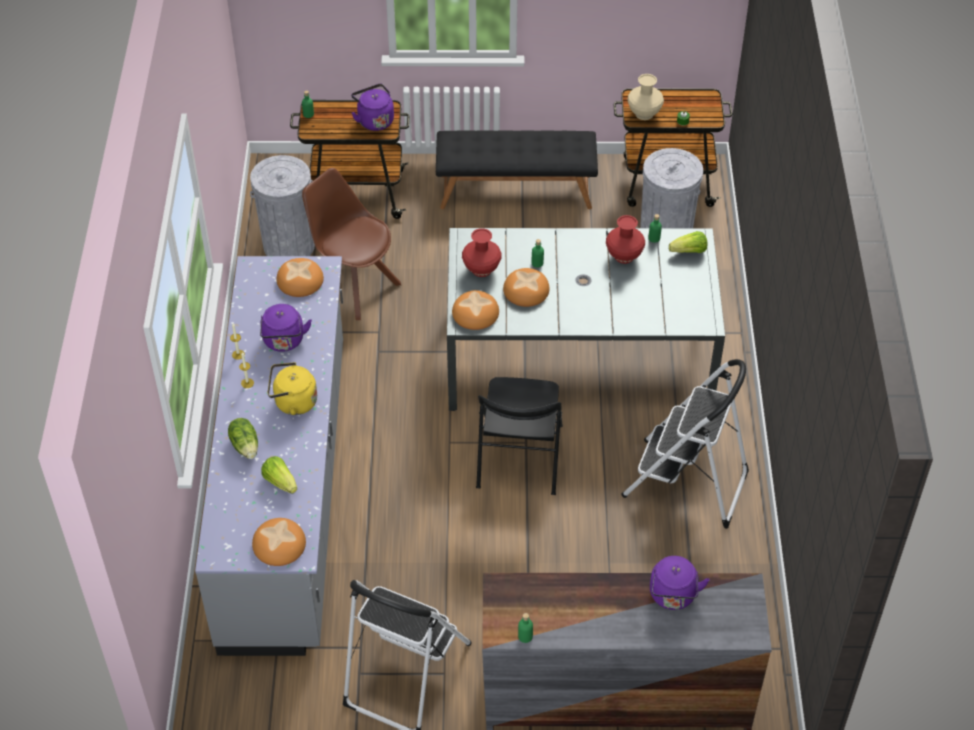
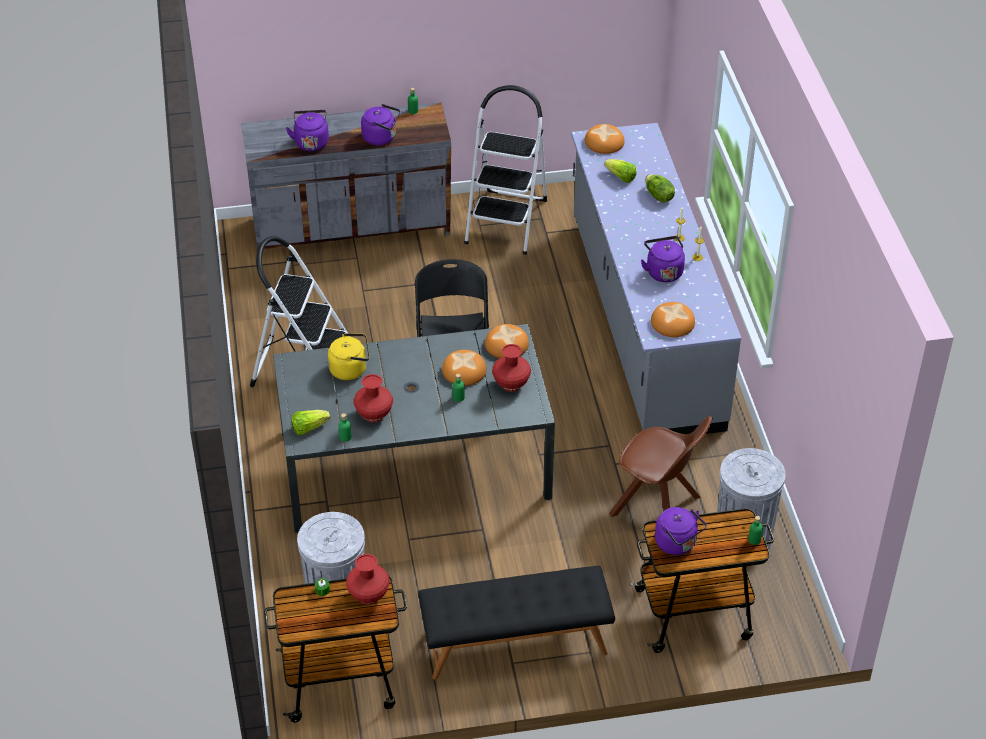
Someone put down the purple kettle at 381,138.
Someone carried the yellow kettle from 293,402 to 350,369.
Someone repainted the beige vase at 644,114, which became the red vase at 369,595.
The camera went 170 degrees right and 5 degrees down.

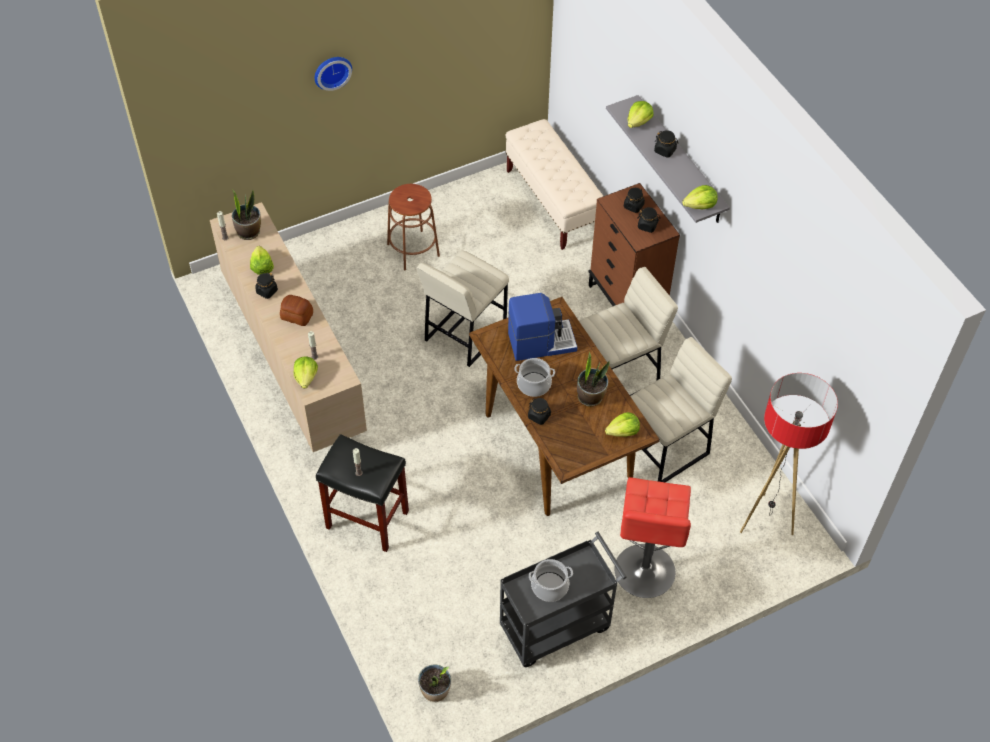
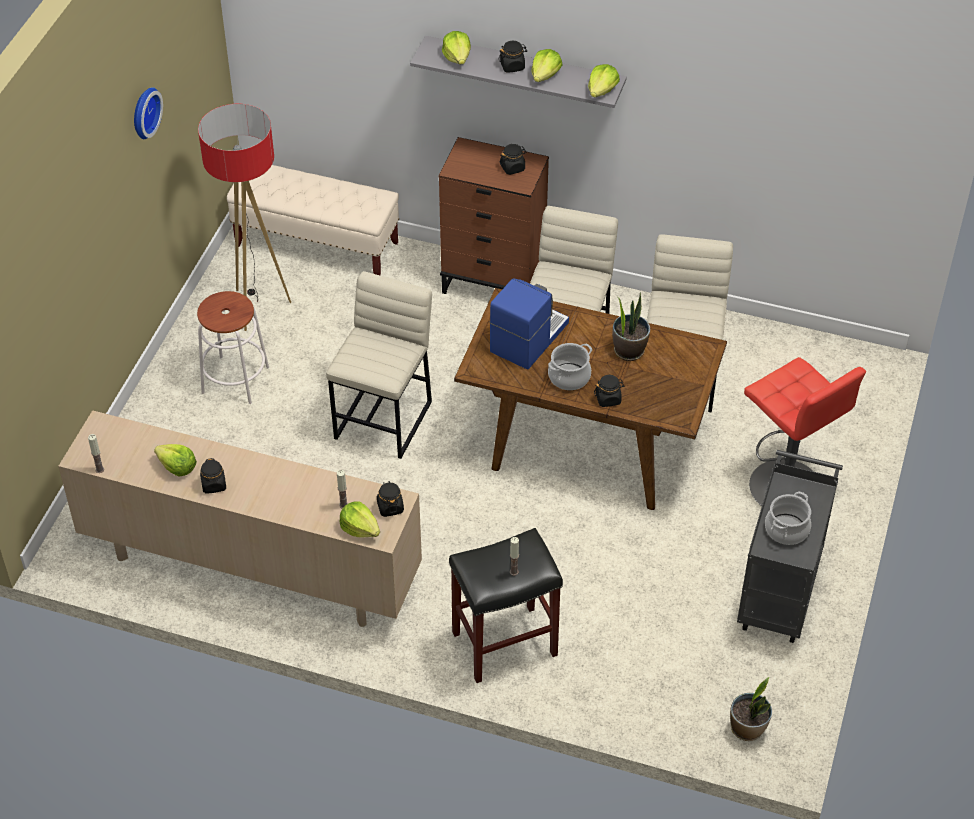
Someone took away the potted plant at 249,232.
Someone took away the bread at 297,316.
Someone carried the wall clock from 331,71 to 143,112.
Someone carried the lettuce from 623,432 to 545,75.
Someone carried the black jar from 633,206 to 390,507.
Someone carried the floor lamp from 765,520 to 257,307.
Someone repainted the brown stool at 413,250, which became the white stool at 235,380.
Someone rotated the beige chair at 464,335 by 150 degrees counterclockwise.
The camera went 45 degrees left and 5 degrees down.

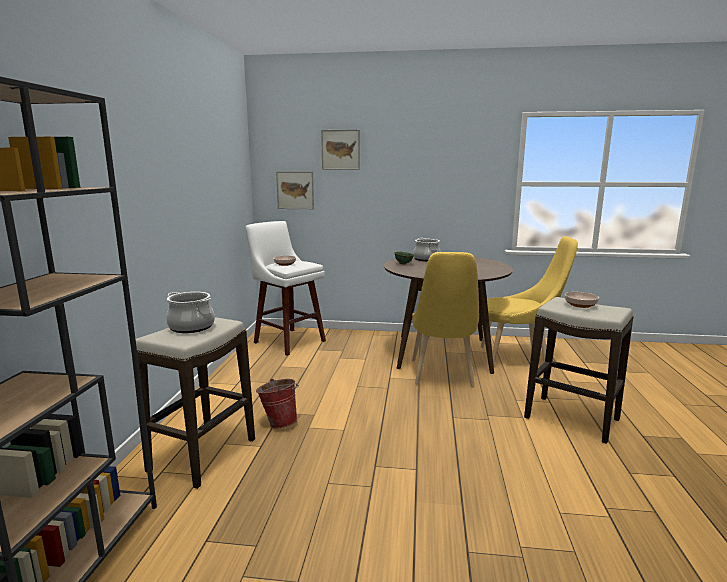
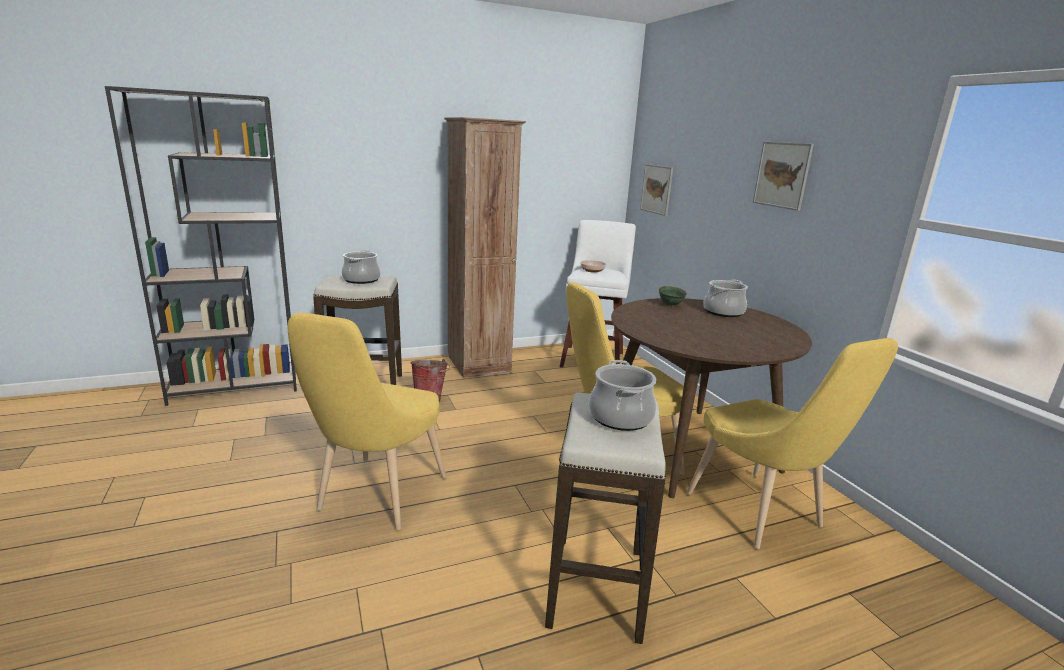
Someone put down the yellow chair at 377,498.
Someone put down the brown cabinet at 479,364.
Someone carried the picture from 340,150 to 782,175.
Someone swapped the bowl at 580,305 for the cooking pot at 620,417.
The camera went 60 degrees right and 5 degrees up.

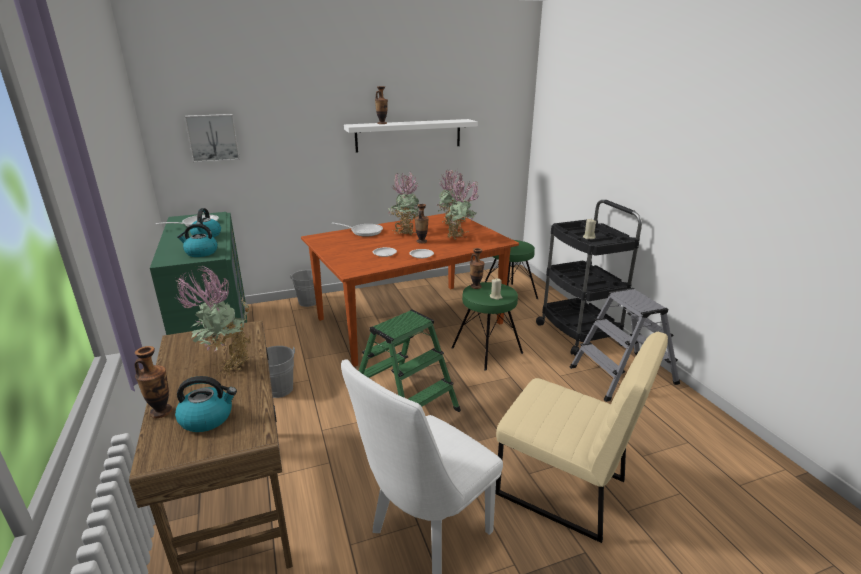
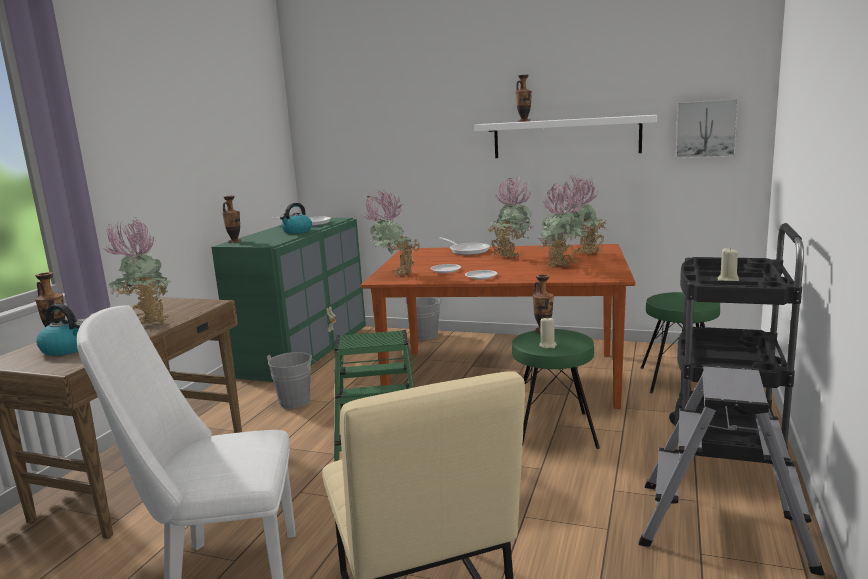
Someone took away the kettle at 201,253.
Someone put down the potted plant at 394,275.
Someone carried the picture from 213,137 to 706,129.
Someone carried the vase from 421,241 to 234,241.
The camera went 40 degrees right and 10 degrees down.

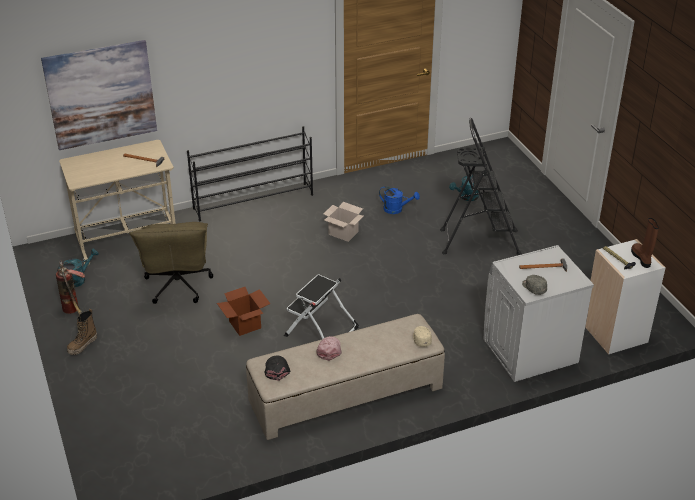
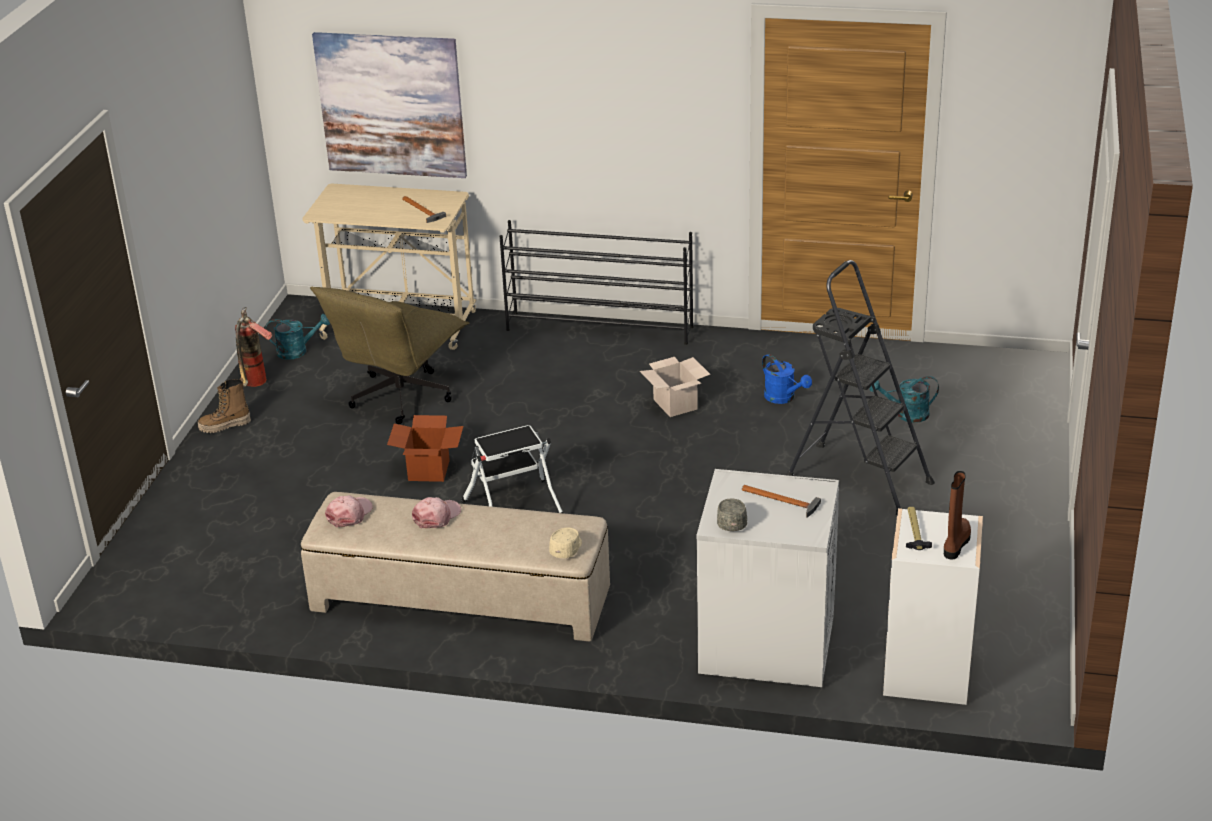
Someone repainted the black cap at 276,369, which became the pink cap at 350,514.
The camera went 35 degrees right and 5 degrees down.

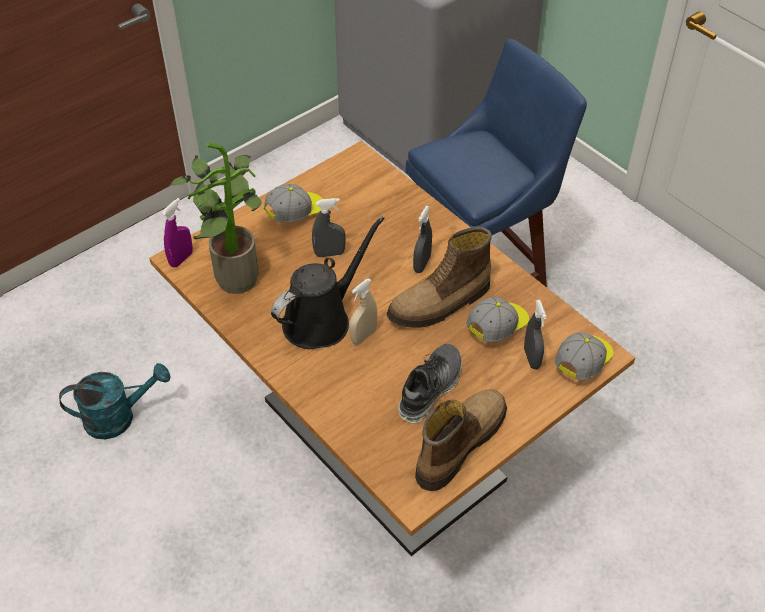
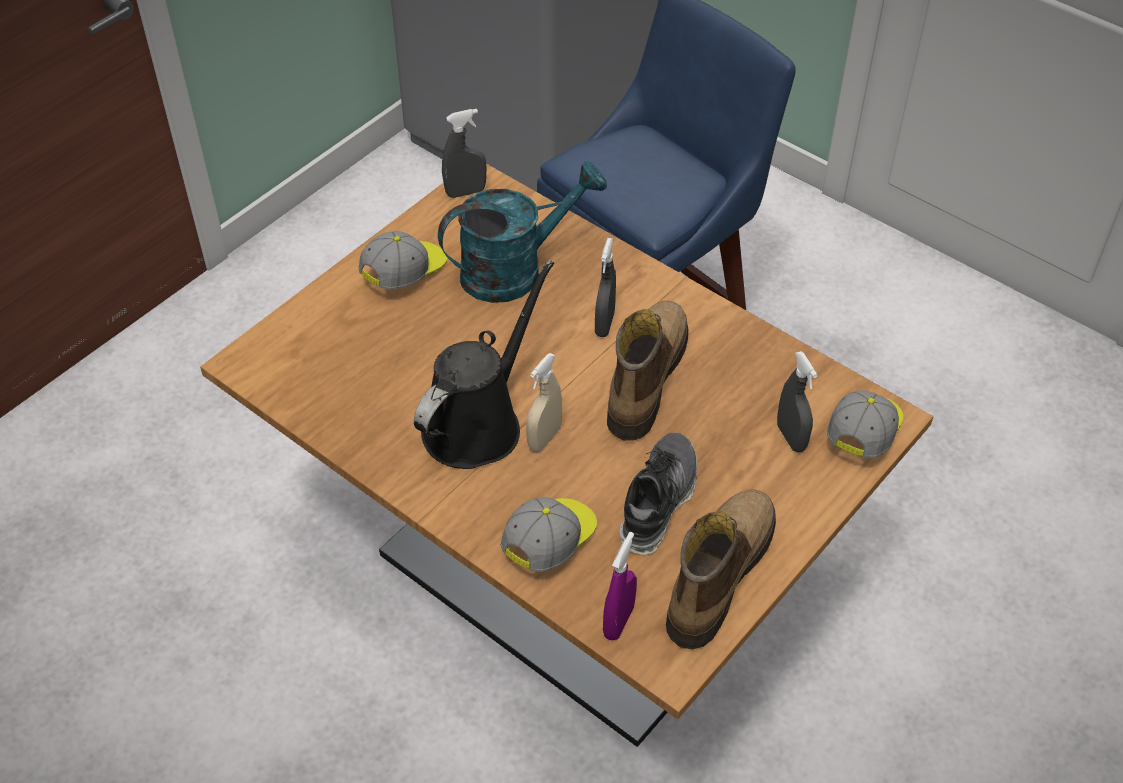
Someone took away the potted plant at 234,274.
Someone carried the turquoise watering can from 118,417 to 515,269.
Someone carried the purple spray bottle from 181,259 to 618,622.
Someone carried the grey spray bottle from 329,253 to 465,192.
Someone carried the cap from 498,327 to 551,541.
Someone rotated the boot at 440,304 by 150 degrees clockwise.
The camera went 10 degrees left and 0 degrees up.

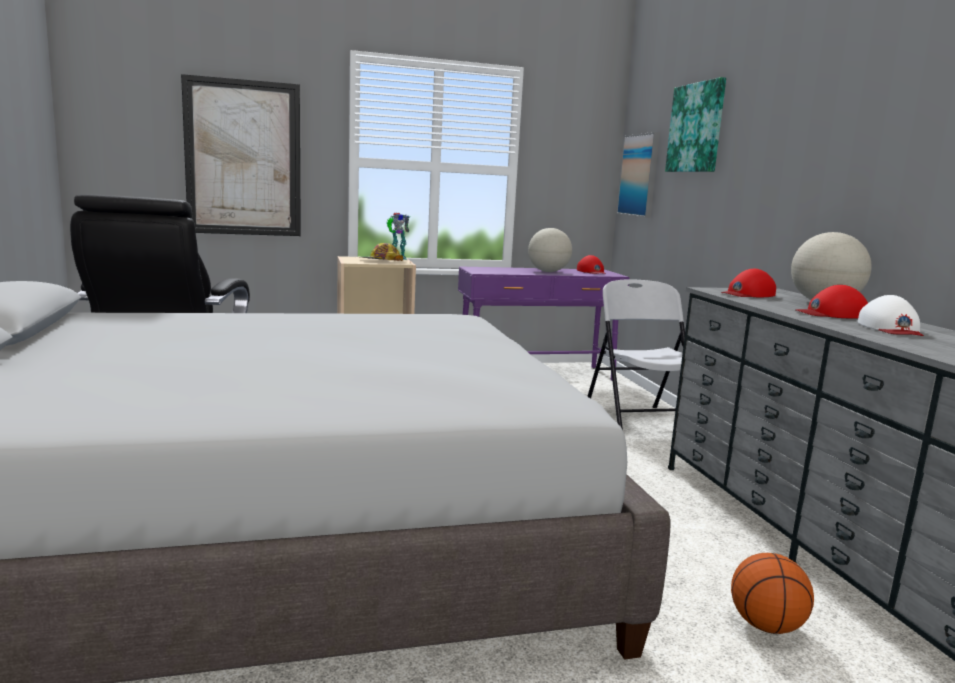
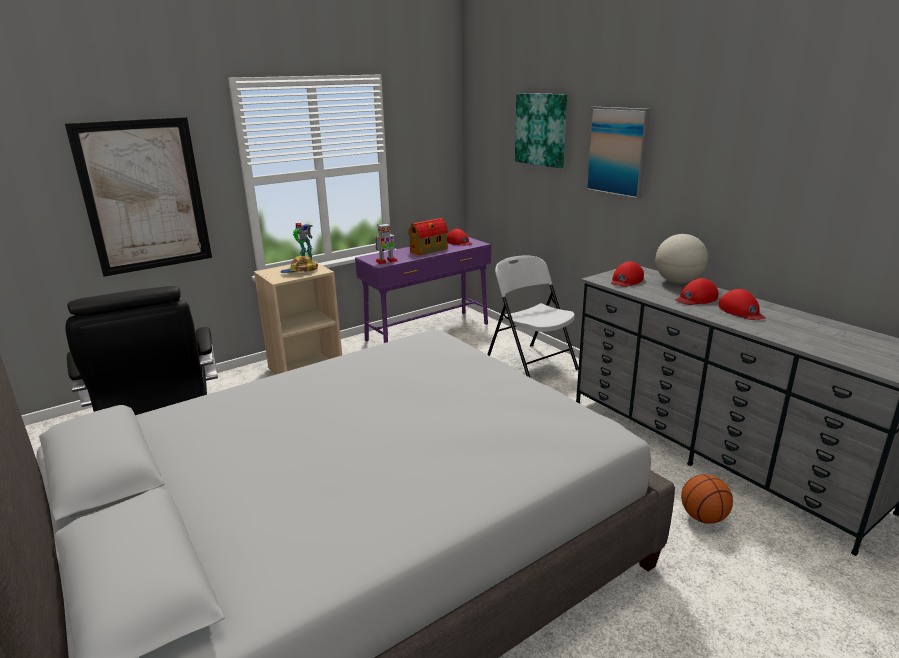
Someone put down the toy robot at 386,261.
Someone carried the picture from 639,175 to 617,151.
Someone swapped the globe at 548,271 for the toy house at 429,250.
Someone repainted the white cap at 890,328, which became the red cap at 741,311.
The camera went 20 degrees left and 10 degrees up.

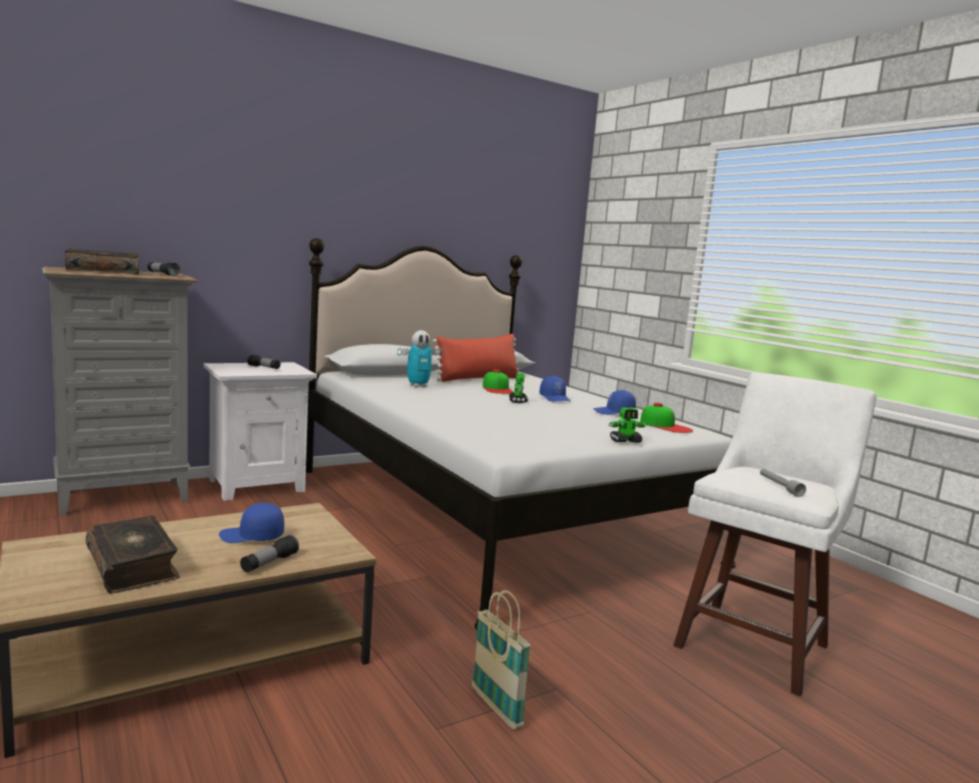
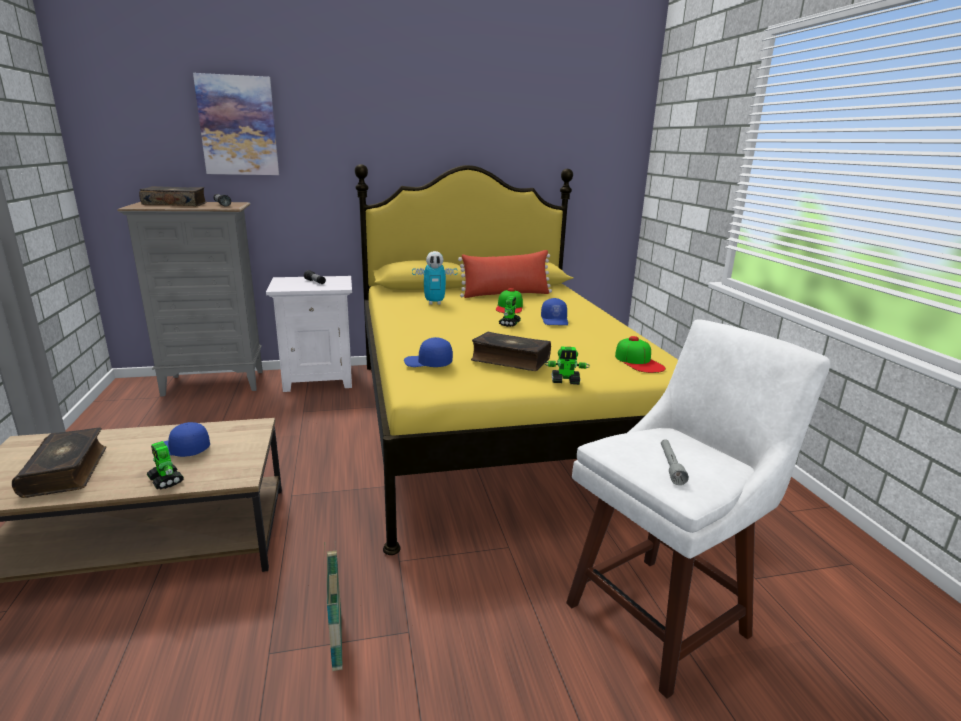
Someone put up the picture at 238,126.
Someone put down the book at 510,360.
Someone carried the blue cap from 614,412 to 428,363.
Someone swapped the flashlight at 269,563 for the toy robot at 166,481.
Someone repainted the white bed at 493,513, which became the yellow bed at 497,424.
The camera went 20 degrees right and 10 degrees up.

